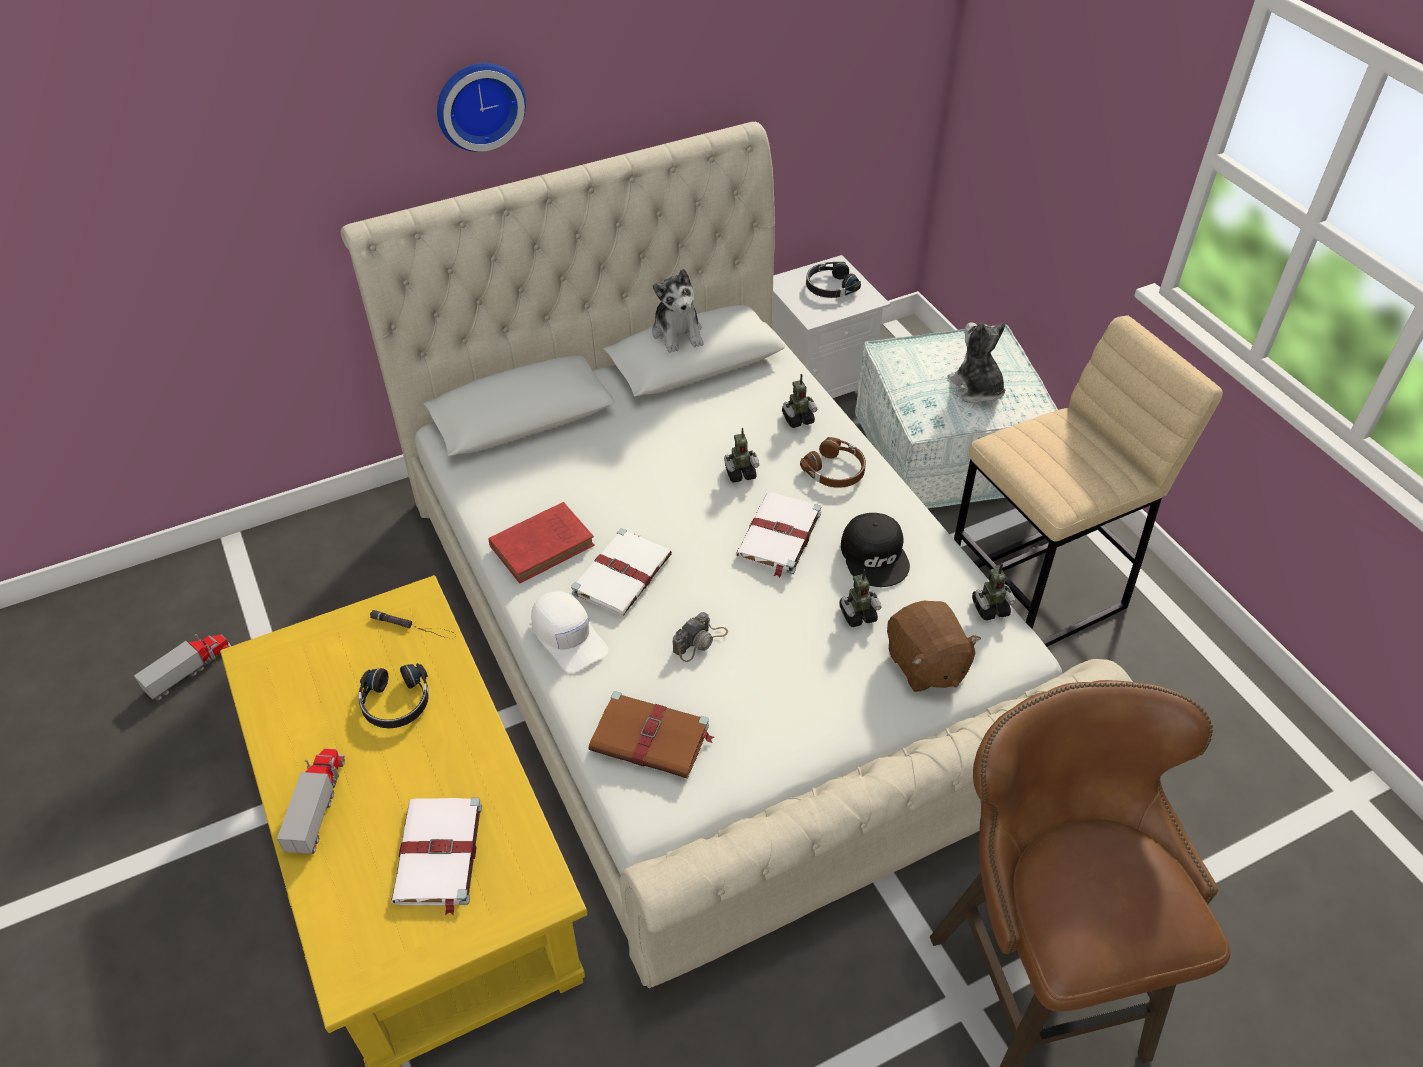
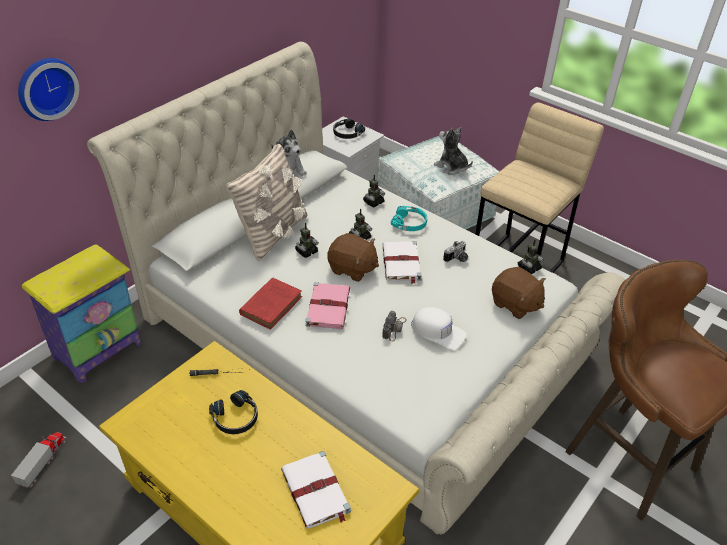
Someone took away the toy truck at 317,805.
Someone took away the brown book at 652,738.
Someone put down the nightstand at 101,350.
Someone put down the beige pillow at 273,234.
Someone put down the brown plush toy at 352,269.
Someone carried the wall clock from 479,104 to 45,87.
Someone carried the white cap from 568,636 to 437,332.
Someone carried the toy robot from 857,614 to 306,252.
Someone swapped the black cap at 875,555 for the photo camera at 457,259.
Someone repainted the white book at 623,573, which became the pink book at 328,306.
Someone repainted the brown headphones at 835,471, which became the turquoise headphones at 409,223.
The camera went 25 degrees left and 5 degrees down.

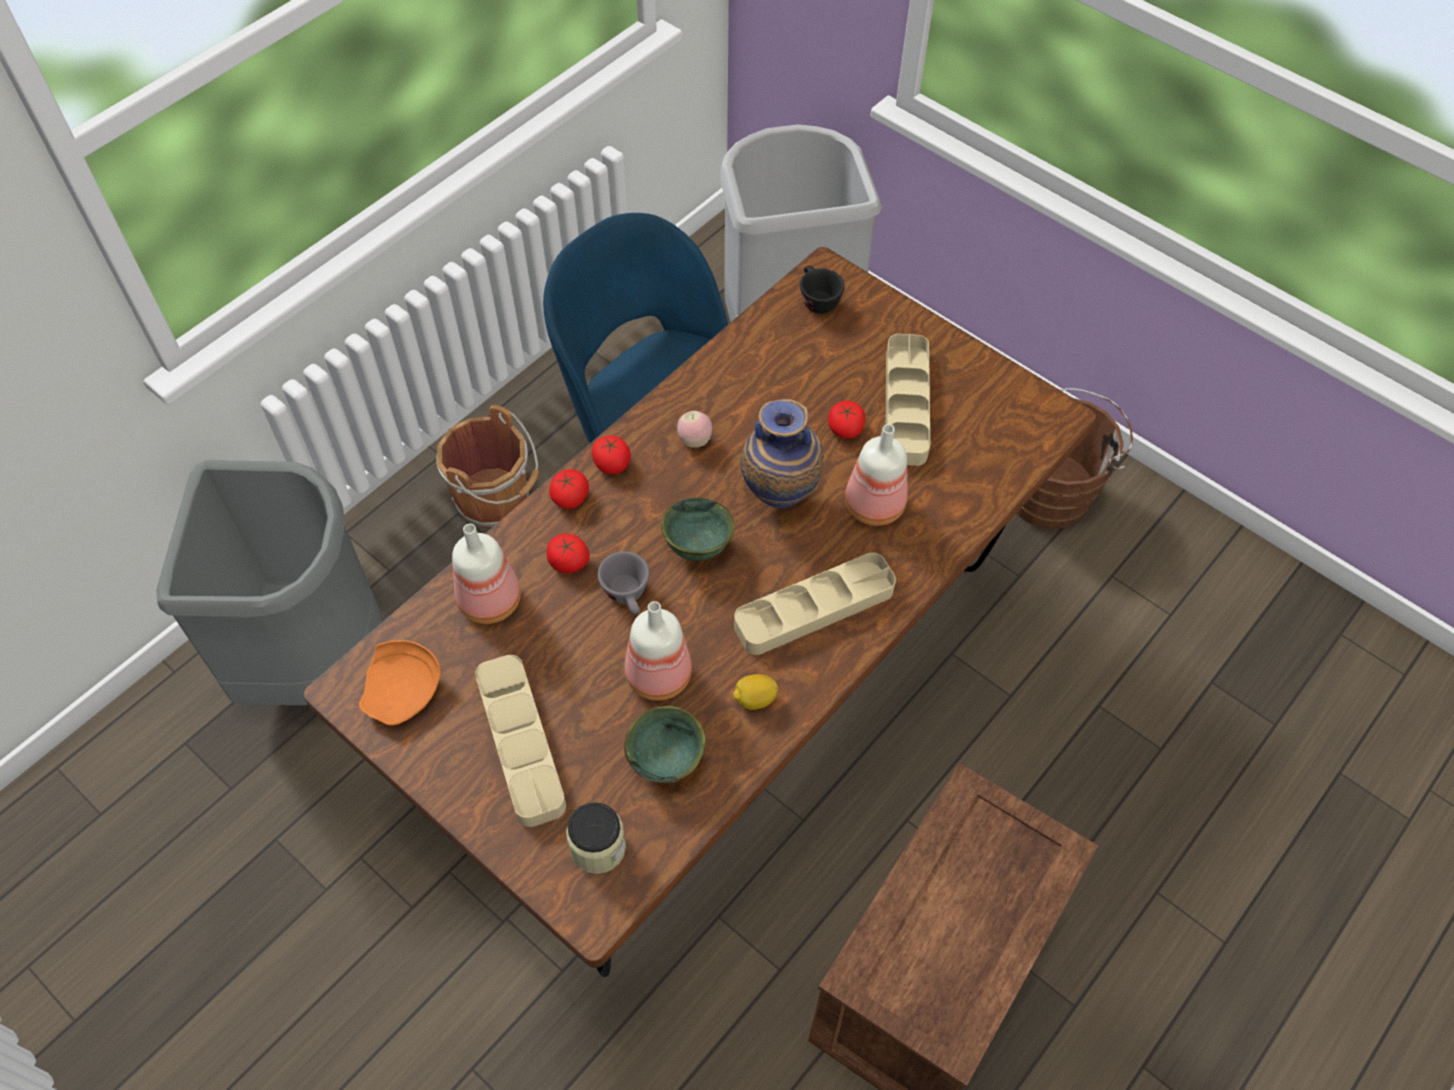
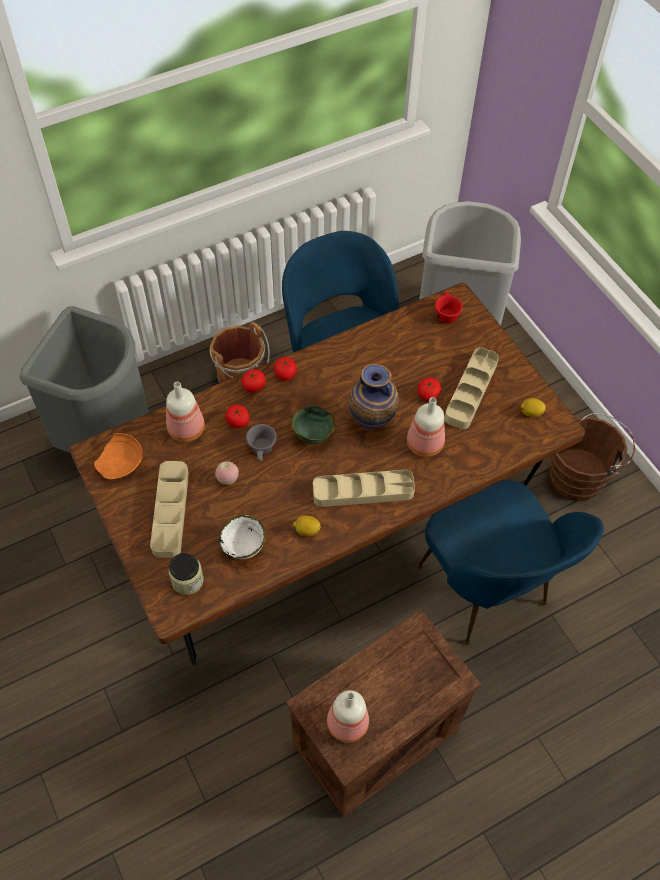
Someone put down the blue chair at 486,594.
Someone put down the lemon at 531,413.
Someone carried the bottle from 657,677 to 346,724.
Someone carried the apple from 694,441 to 228,479.
Someone repainted the green bowl at 668,761, which became the white bowl at 245,548.
Someone repainted the black cup at 816,299, which became the red cup at 446,313.
The camera went 20 degrees right and 0 degrees up.

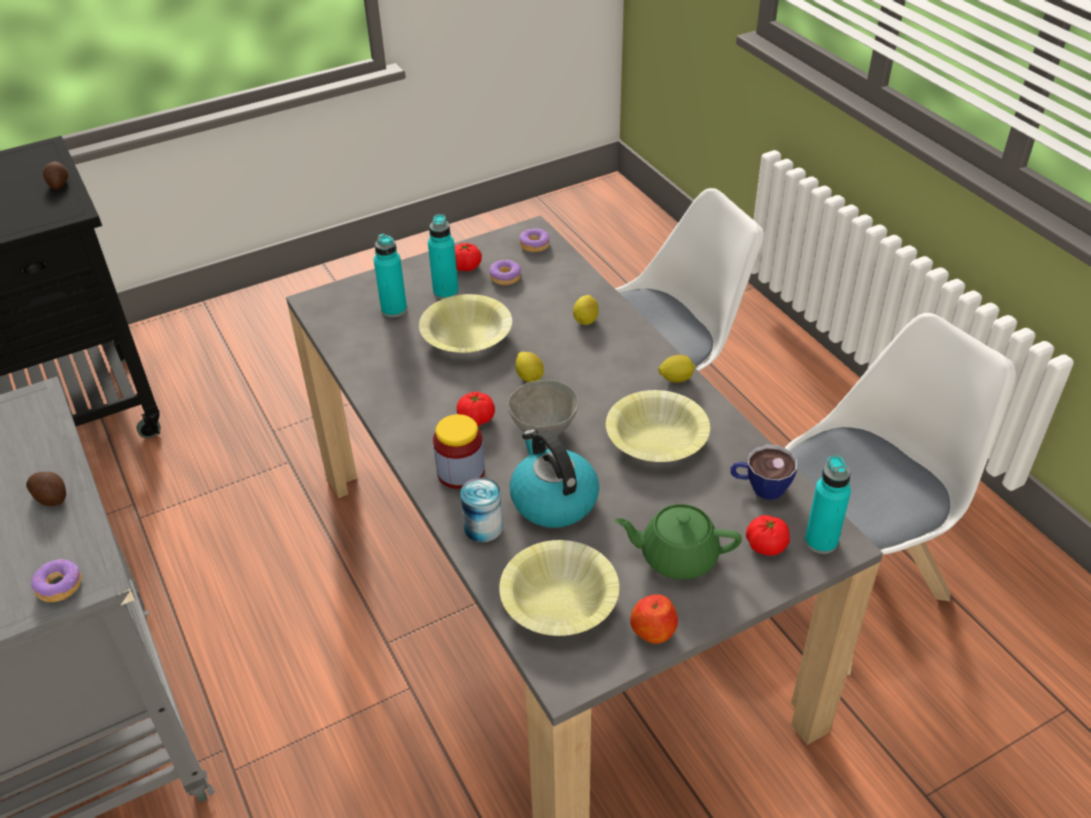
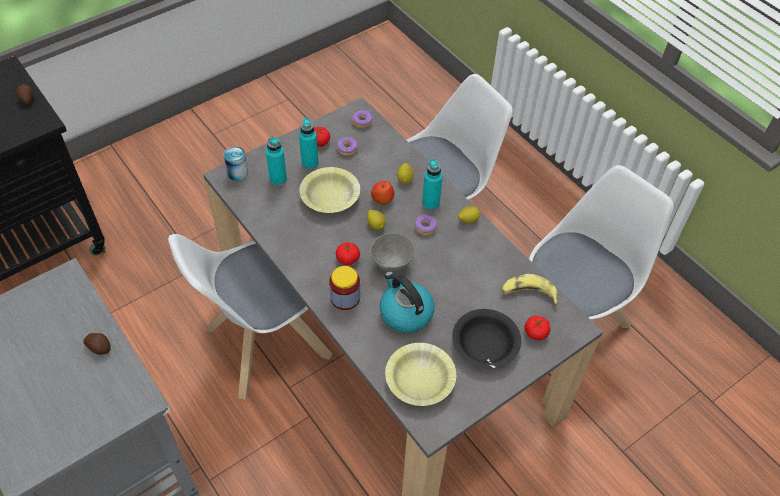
Someone took away the yellow bowl at 657,439.
Someone put down the chair at 263,344.
Someone carried the donut from 59,586 to 425,227.
Someone carried the can from 483,527 to 237,173.
Someone carried the apple from 653,630 to 382,199.
Someone carried the turquoise bottle from 821,541 to 430,203.
Someone swapped the green teapot at 677,556 for the black bowl at 485,344.
Someone swapped the cup at 760,487 for the banana at 528,293.
The camera went 10 degrees left and 10 degrees up.

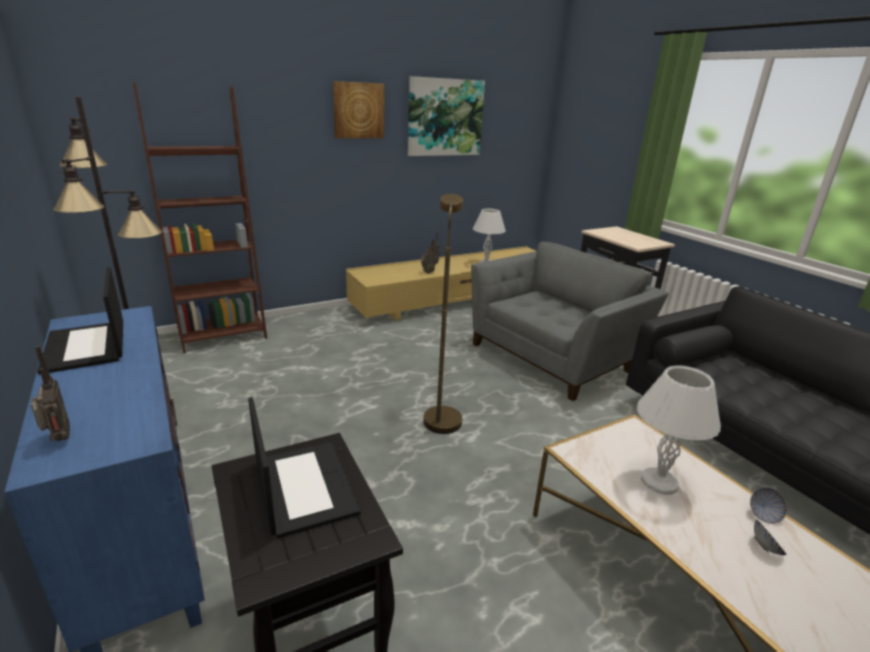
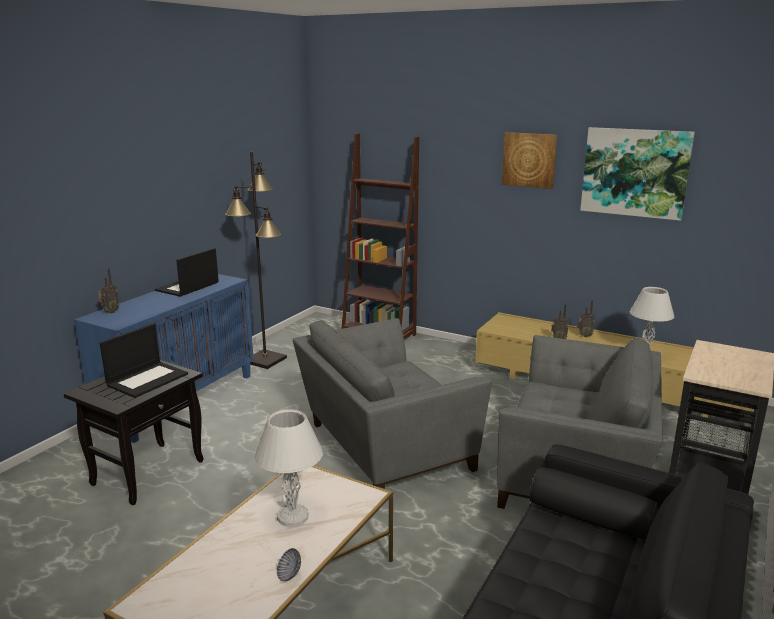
Someone took away the bowl at 765,547.
Someone swapped the brown floor lamp at 441,415 for the grey armchair at 384,447.
The camera went 60 degrees right and 5 degrees down.

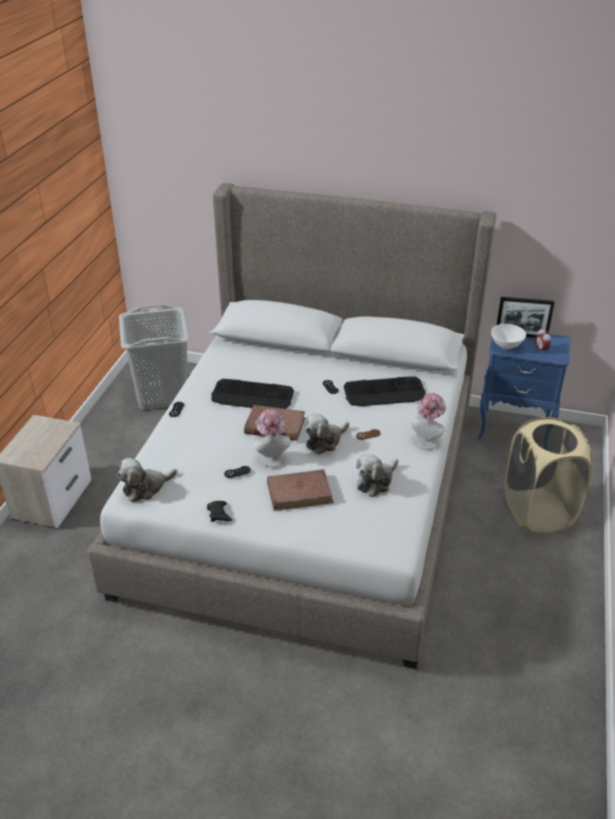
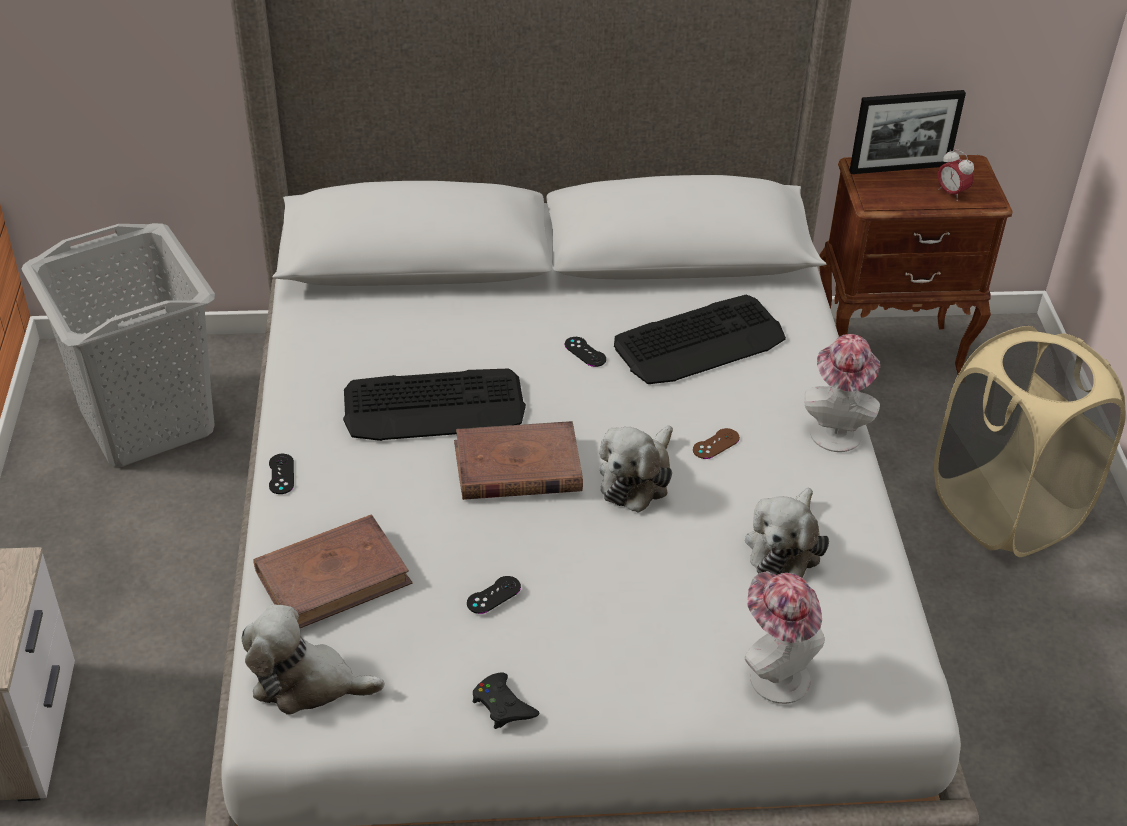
Someone took away the white bowl at 506,346.
Someone carried the hat from 271,456 to 773,673.
Someone carried the brown book from 299,492 to 333,577.
Someone repainted the blue nightstand at 514,431, which became the brown nightstand at 888,355.
Someone rotated the plush toy at 145,488 by 60 degrees clockwise.
The camera went 20 degrees left and 5 degrees up.

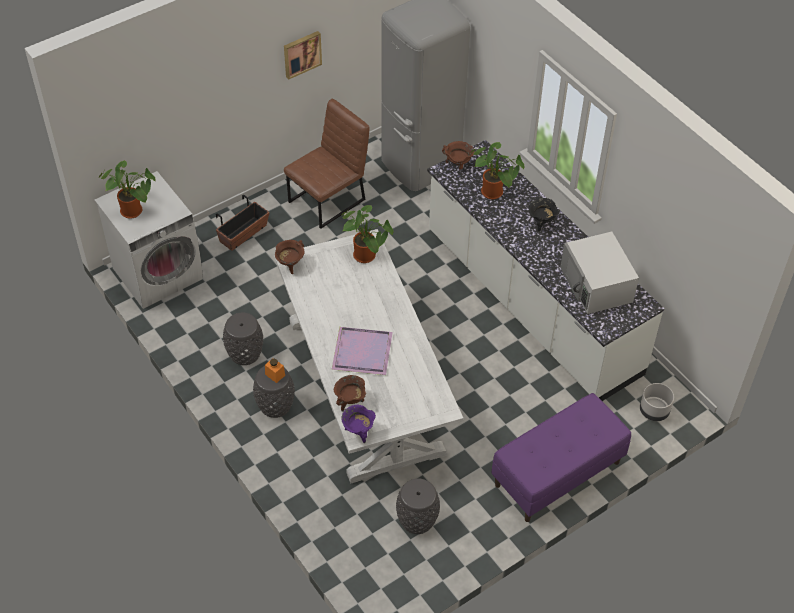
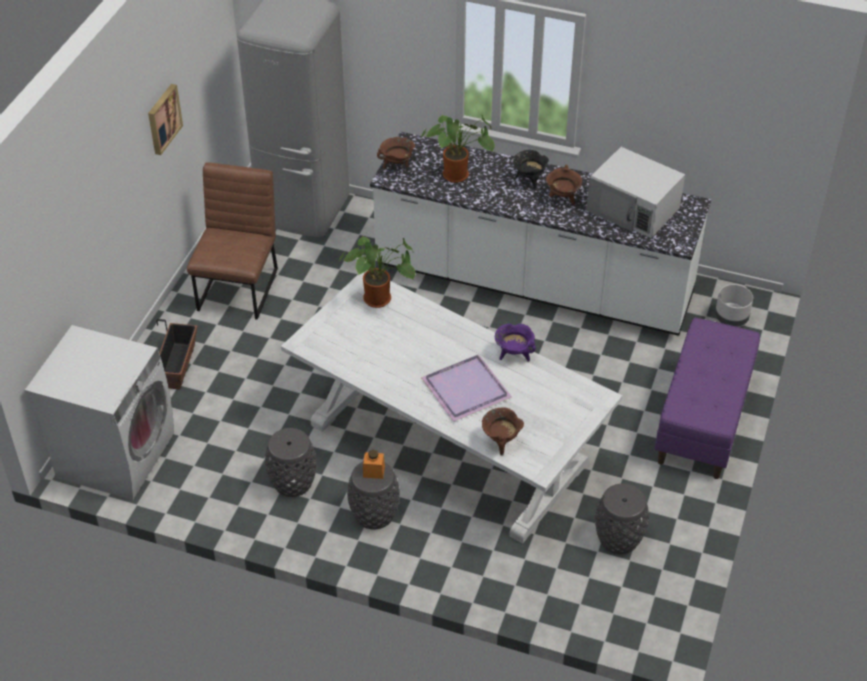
Someone took away the potted plant at 134,211.
Someone carried the brown cooking pot from 290,265 to 563,198.
Someone carried the purple cooking pot from 358,431 to 514,355.
The camera went 35 degrees left and 5 degrees down.

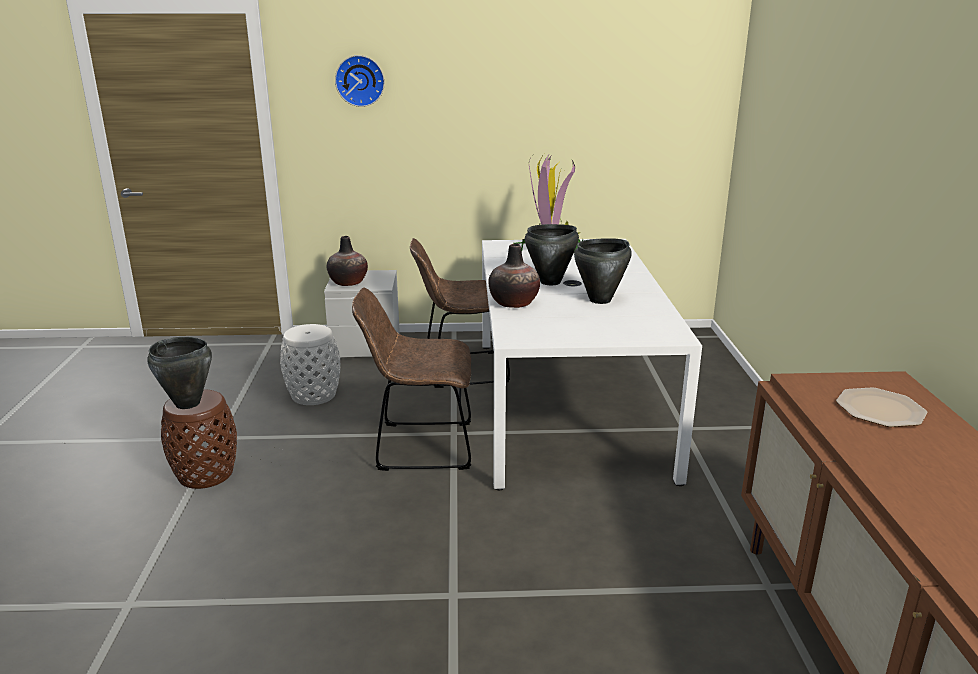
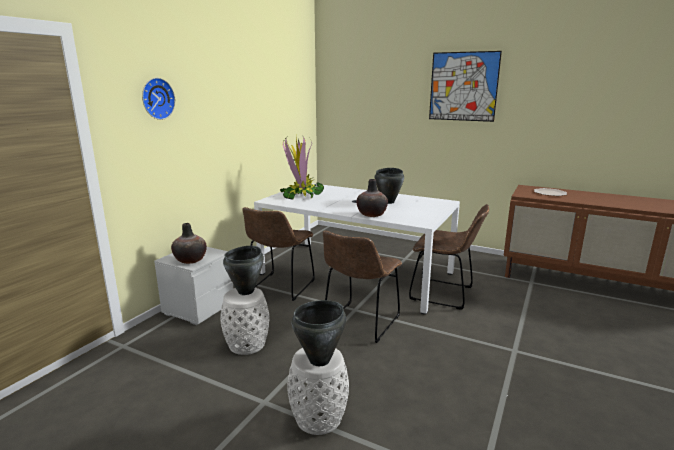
Someone put down the brown chair at 445,294.
Someone put up the picture at 463,86.
Someone carried the black cooking pot from 550,282 to 246,291.
Someone repainted the brown stool at 206,474, which became the white stool at 318,418.
The camera went 60 degrees left and 5 degrees down.

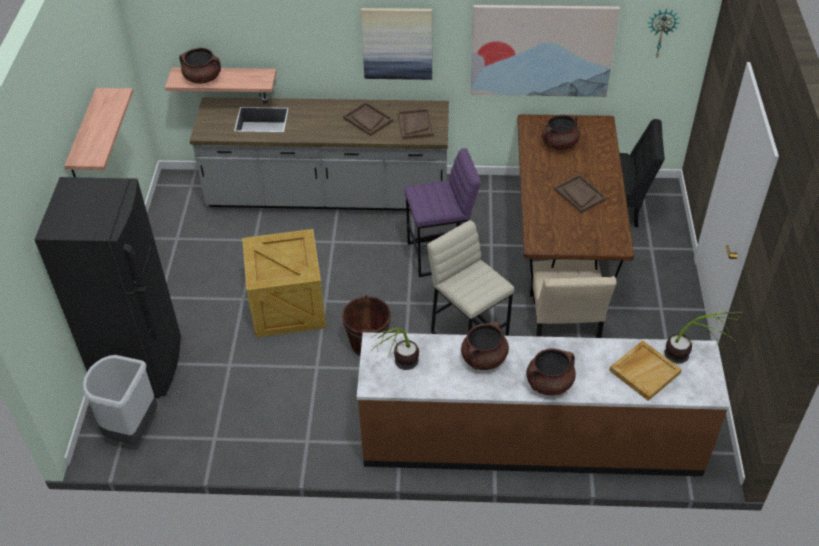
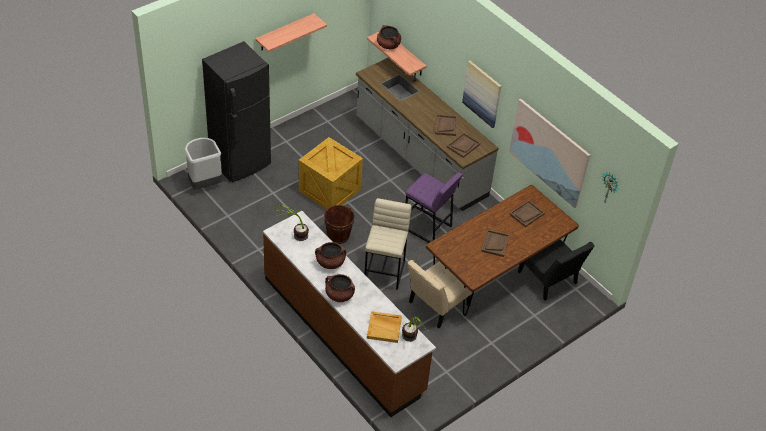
Someone swapped the brown cooking pot at 559,144 for the brown tray at 526,214.
The camera went 45 degrees right and 0 degrees up.

